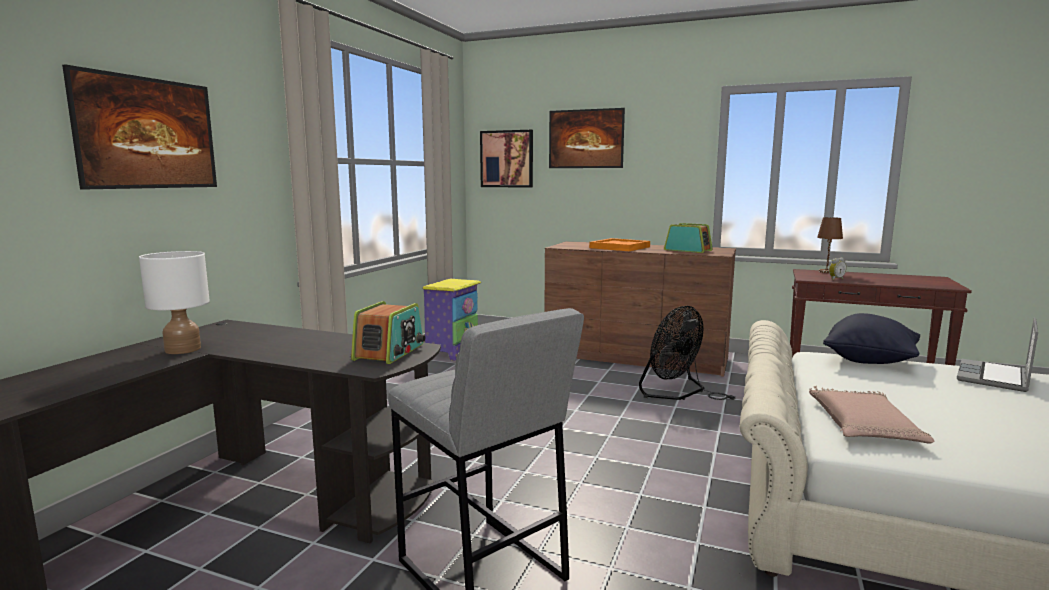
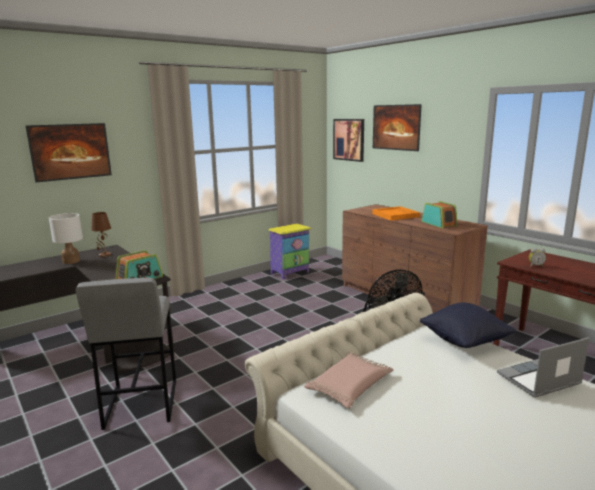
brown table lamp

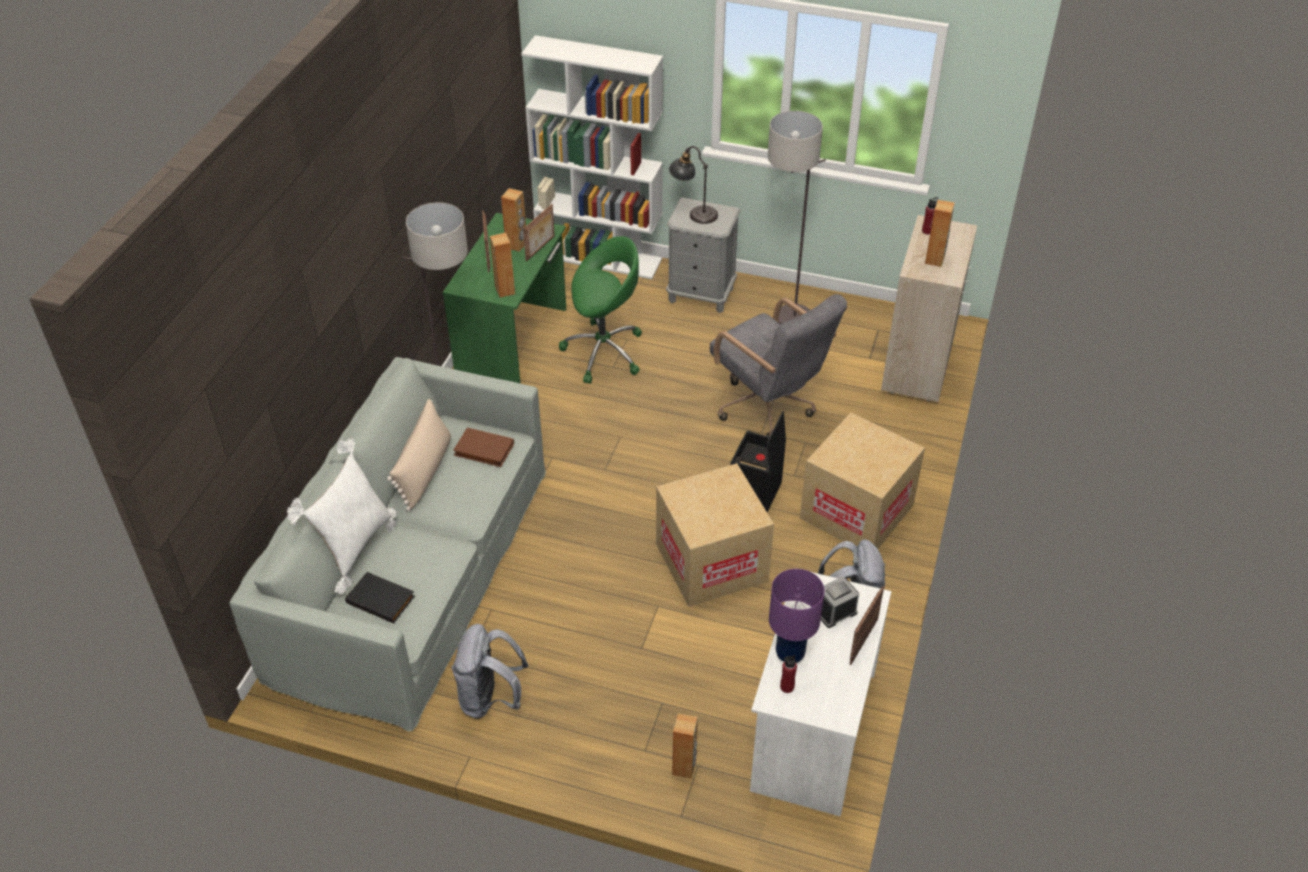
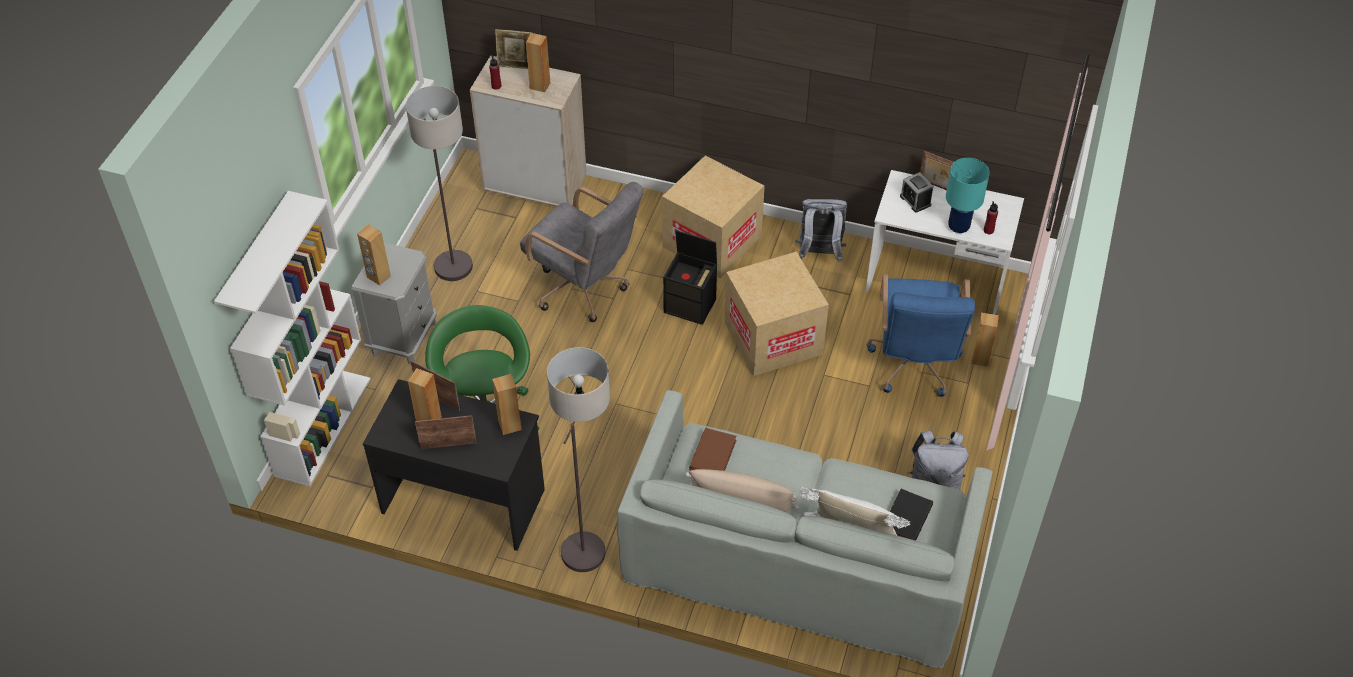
brown speaker (no. 1 from left)
black desk
grey office chair
turquoise table lamp
picture frame (no. 3 from left)
blue office chair

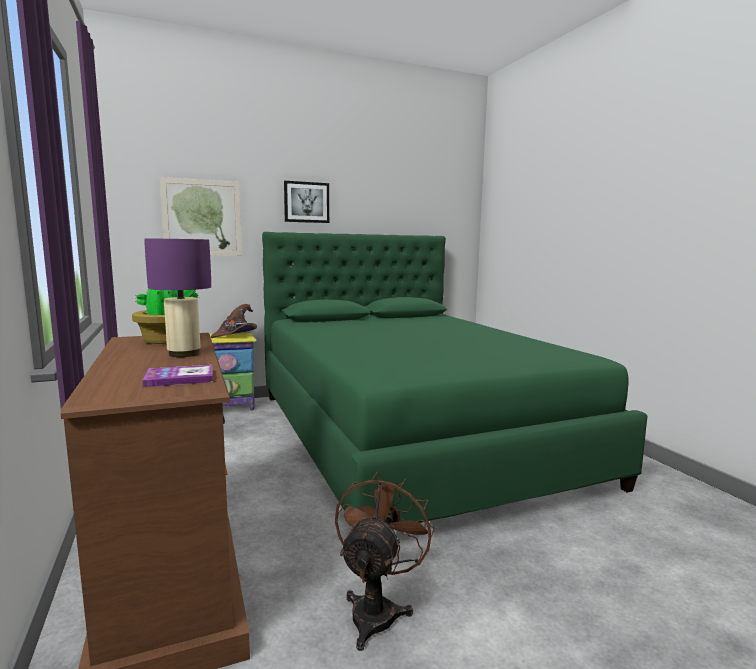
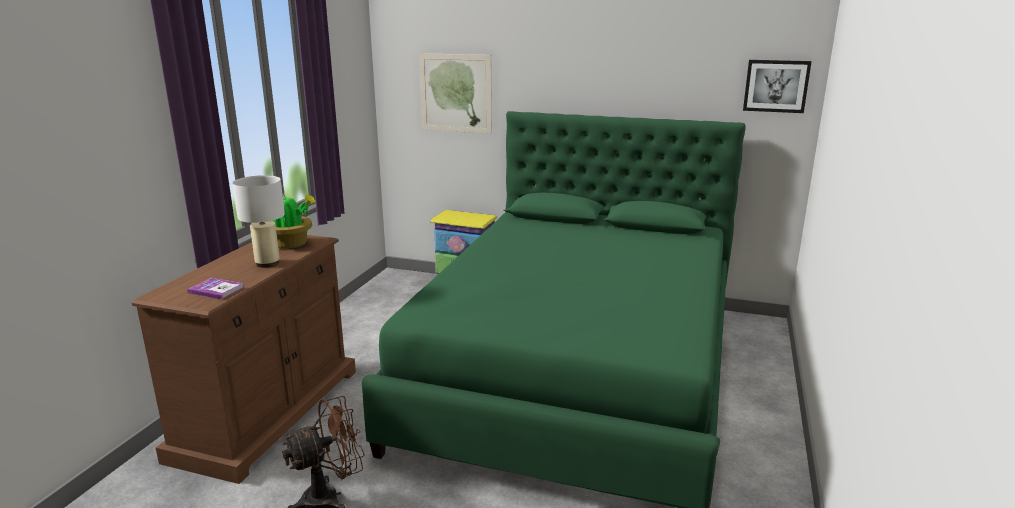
picture (no. 2 from left)
white table lamp
brown hat

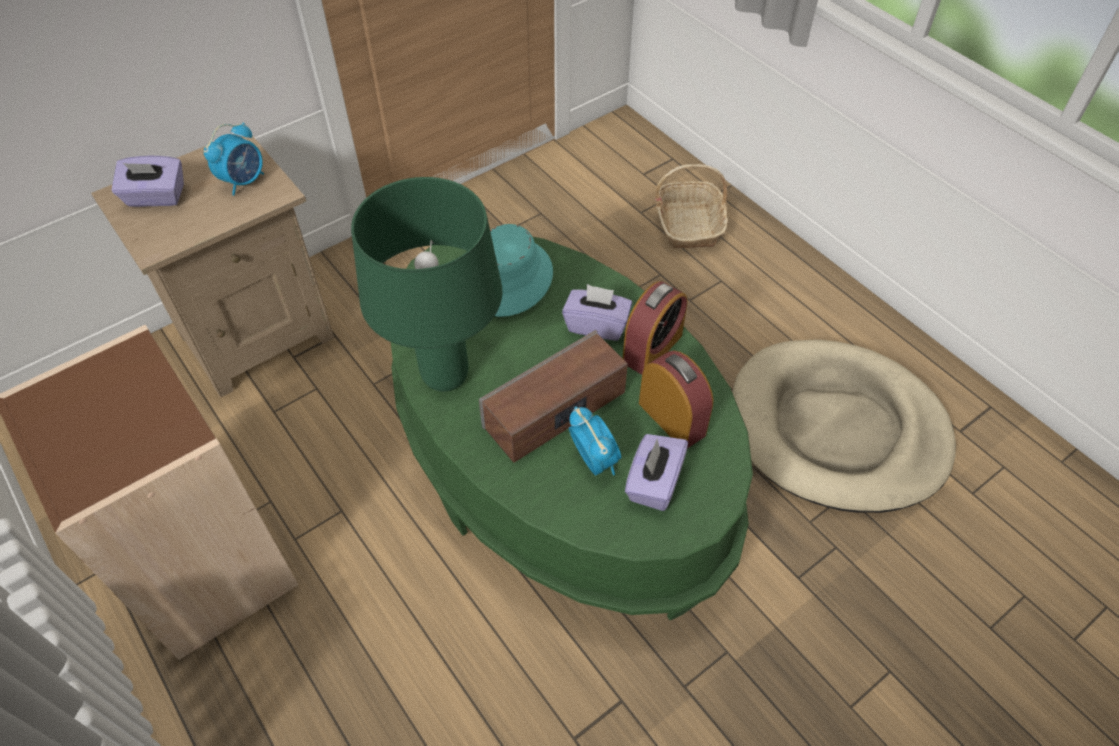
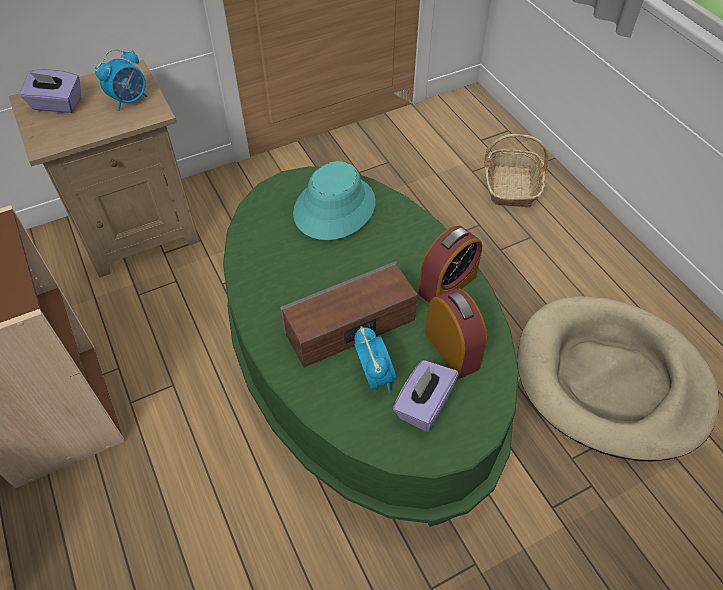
green table lamp
purple tissue box (no. 2 from left in the first image)

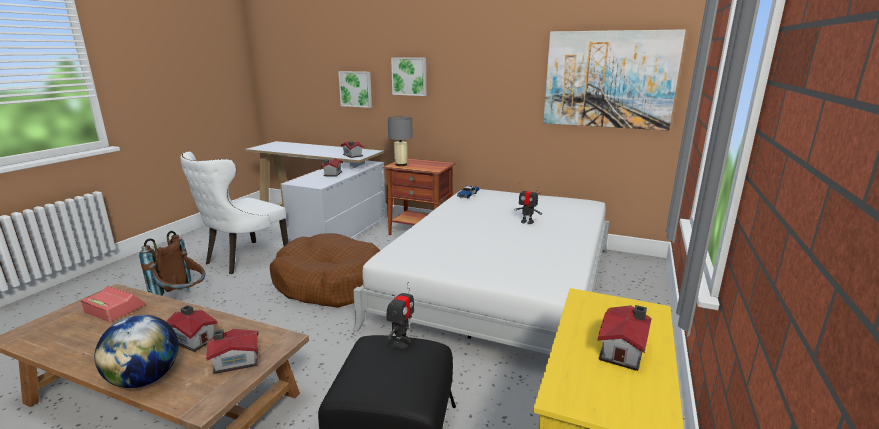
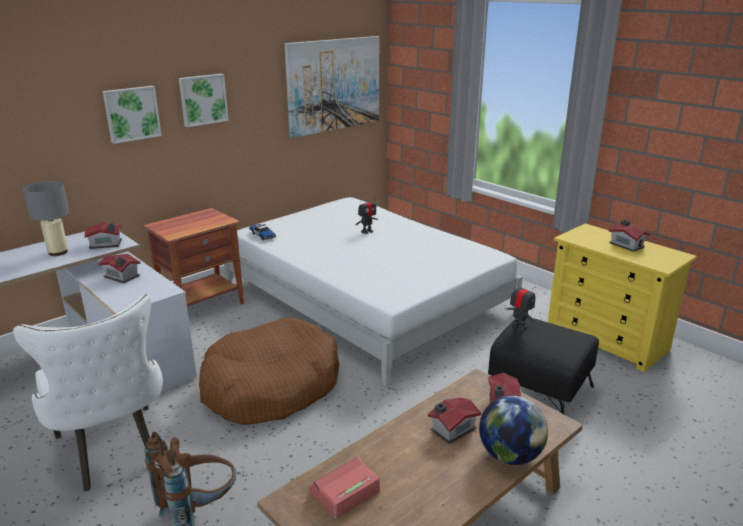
picture (no. 2 from left)
grey table lamp

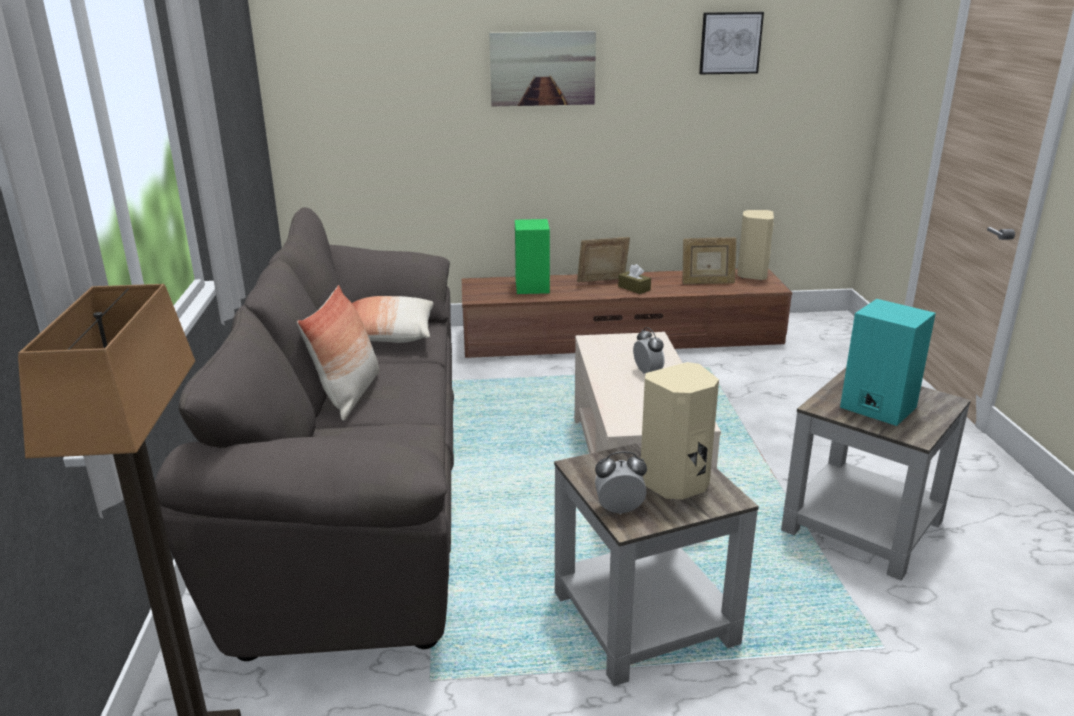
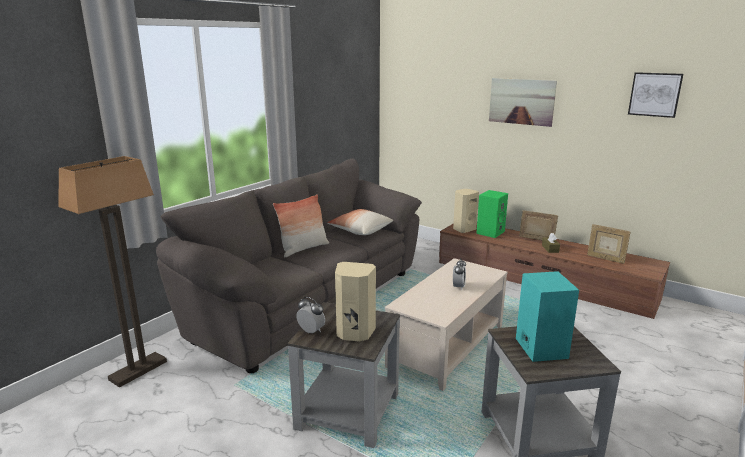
beige speaker (no. 2 from left)

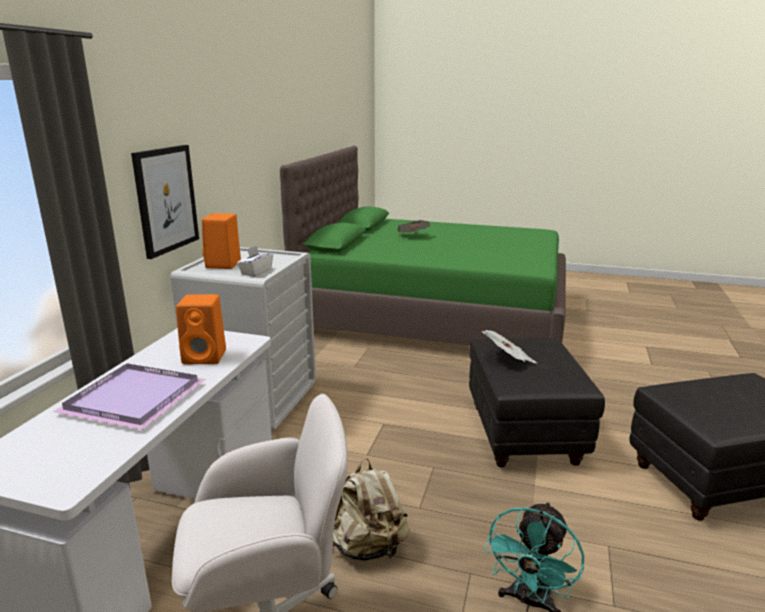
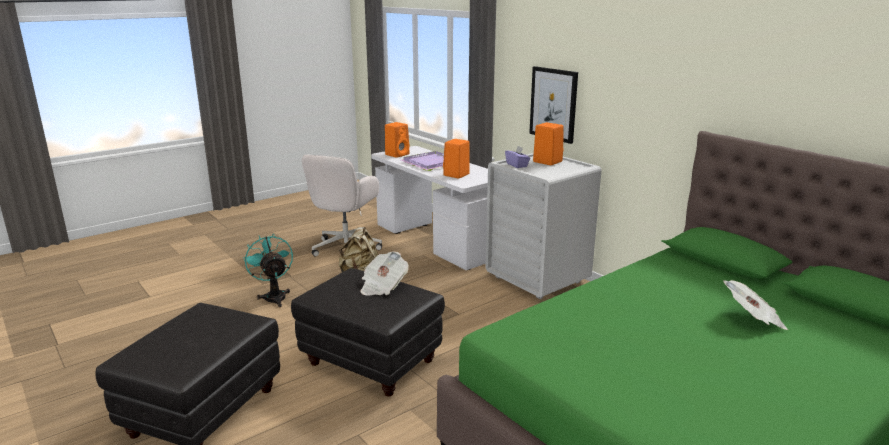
purple tissue box
orange speaker (no. 1 from left)

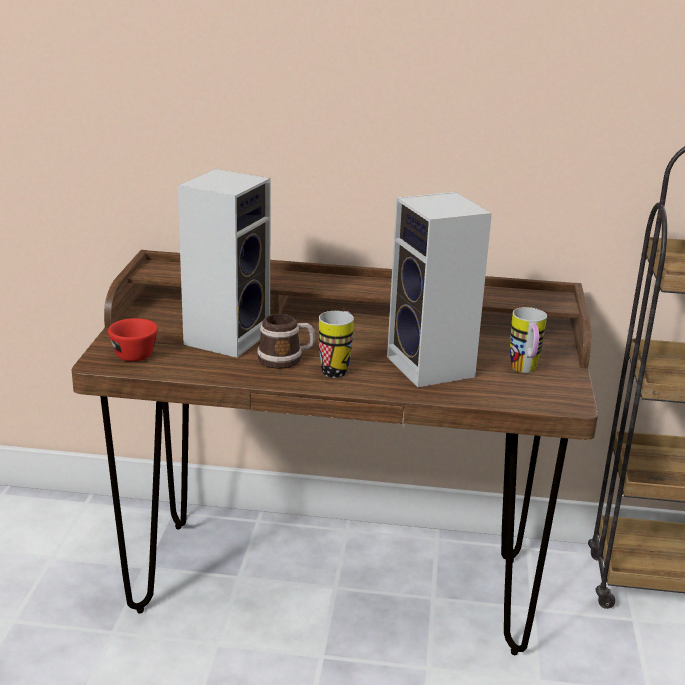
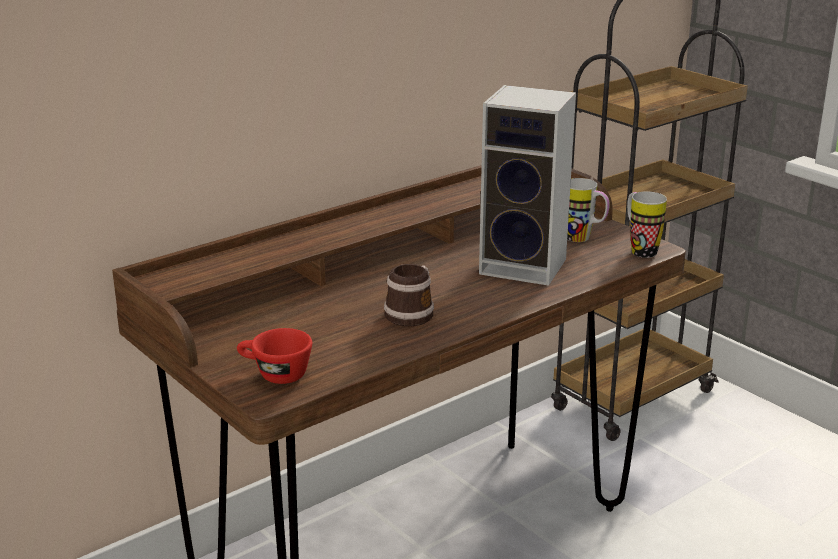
speaker (no. 1 from left in the first image)
mug (no. 3 from left)

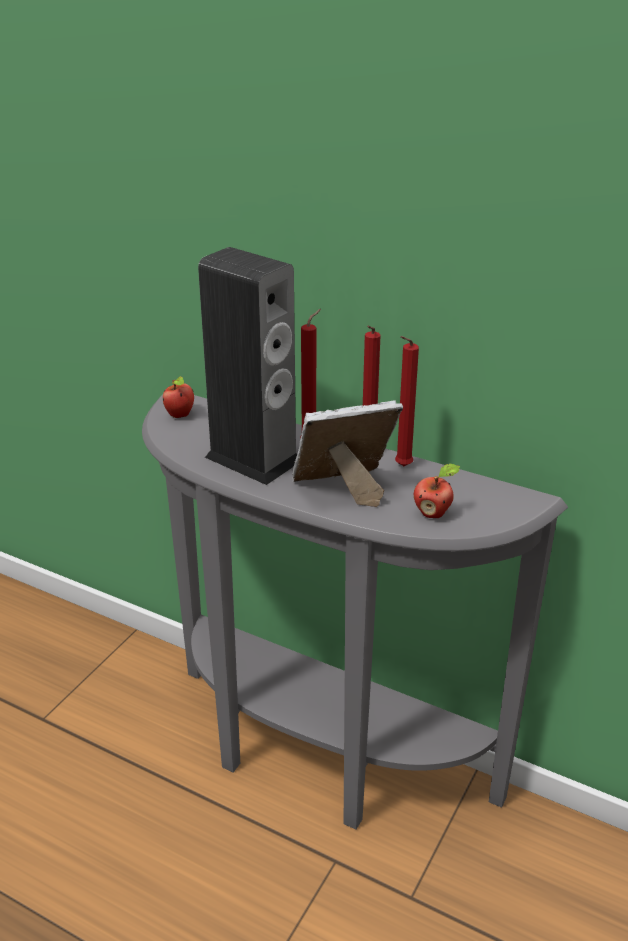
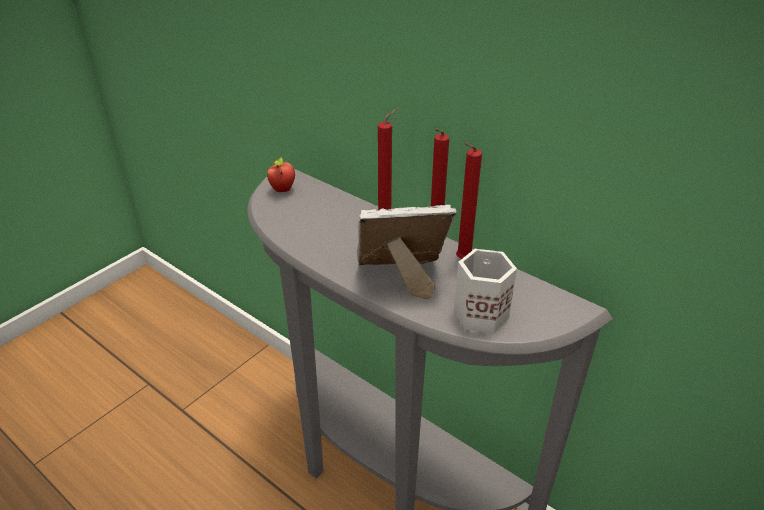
speaker
white mug

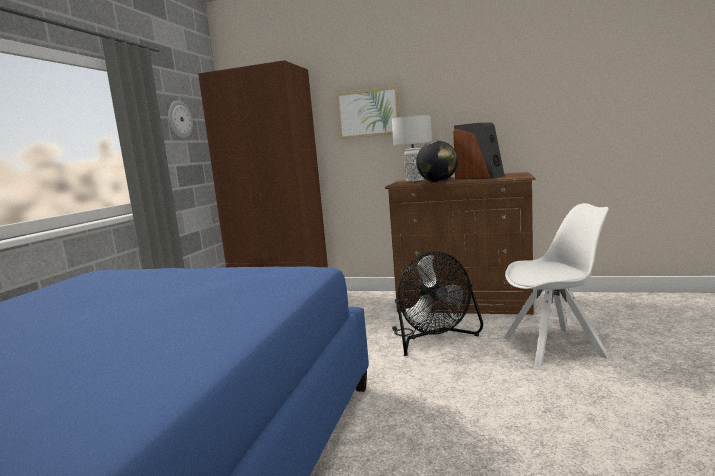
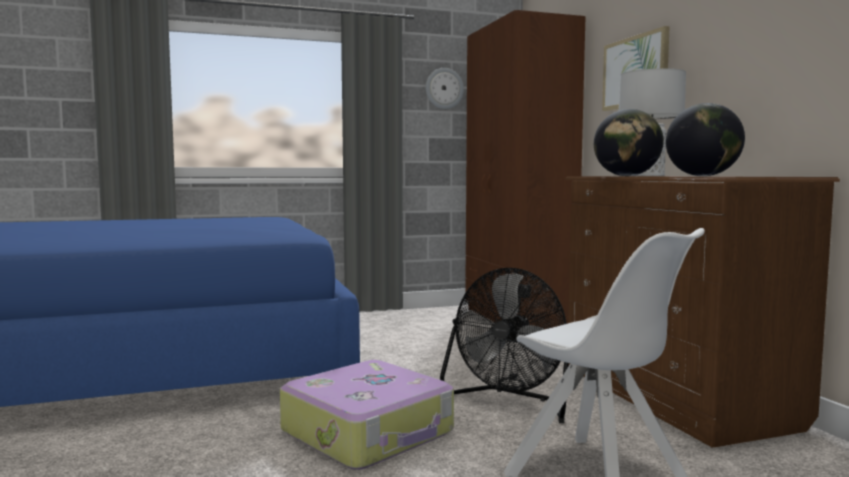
globe (no. 2 from left)
suitcase

